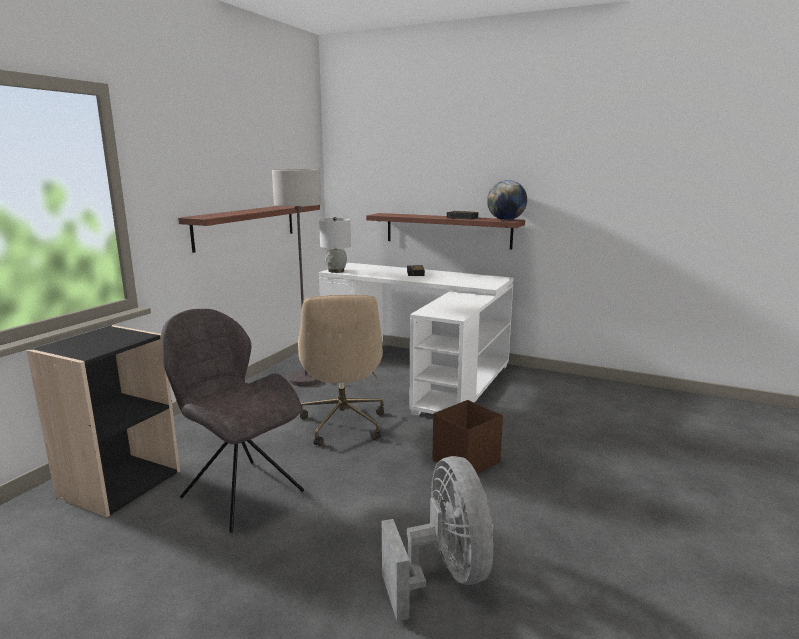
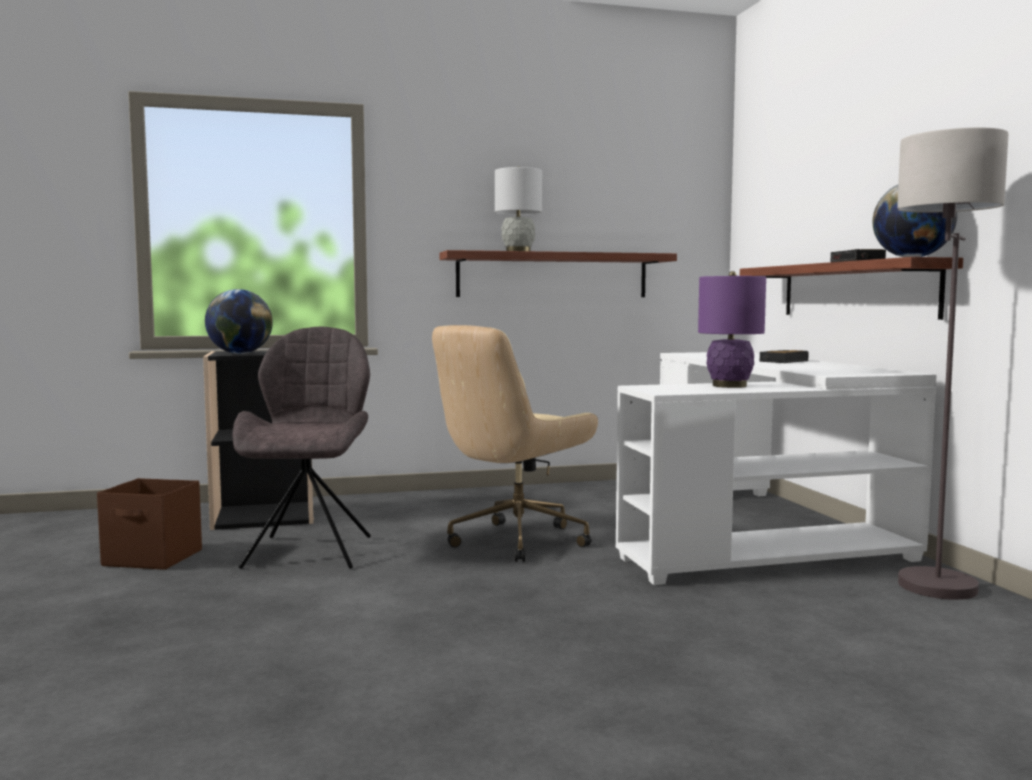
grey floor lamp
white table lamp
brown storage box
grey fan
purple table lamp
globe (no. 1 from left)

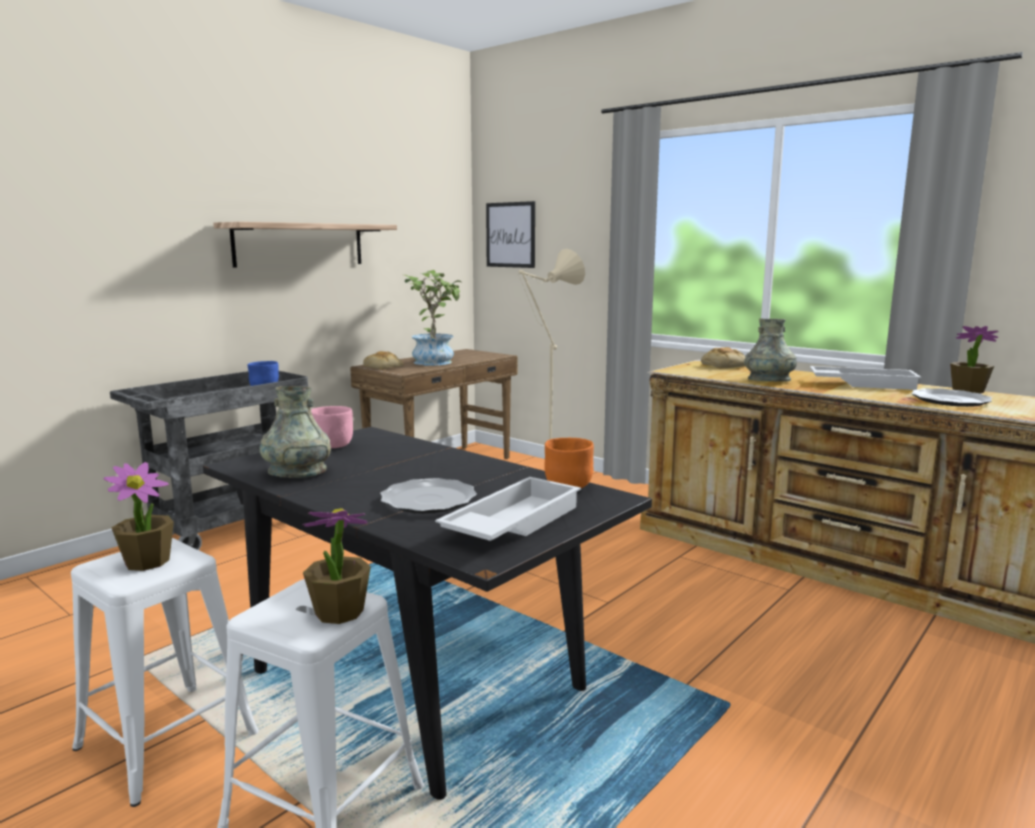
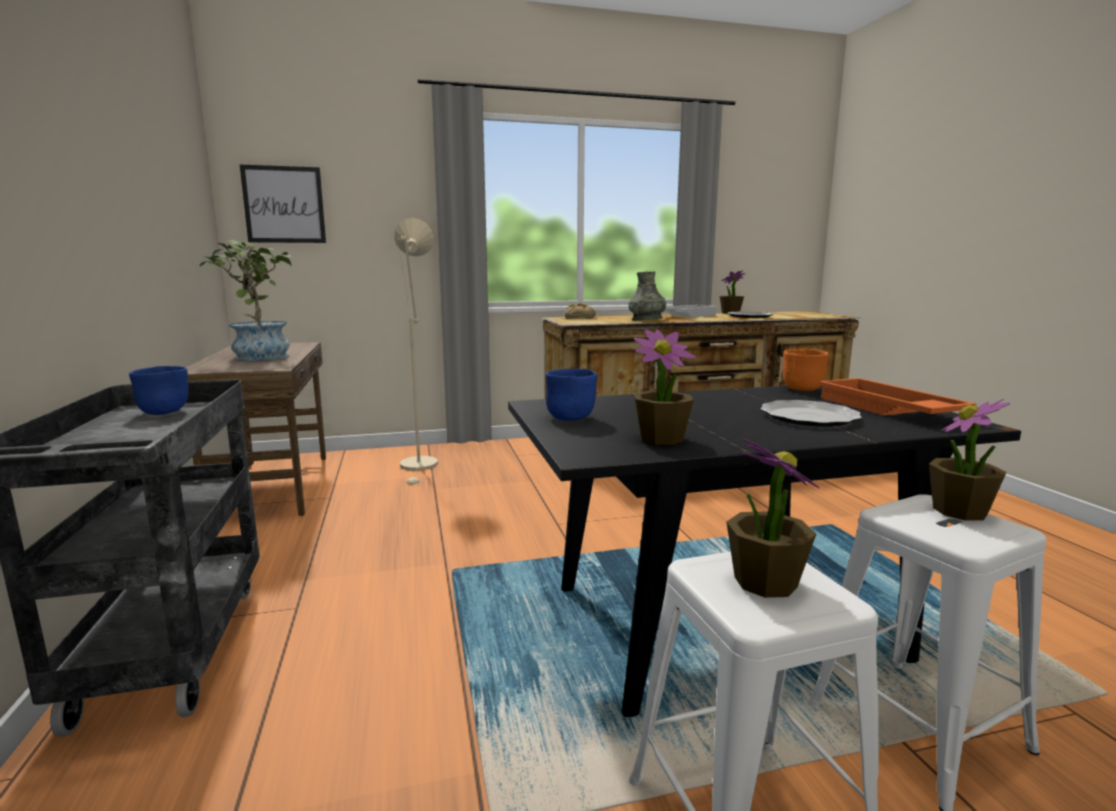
shelf
bread (no. 1 from left in the first image)
potted plant (no. 2 from left)
blue bowl (no. 2 from left)
orange tray

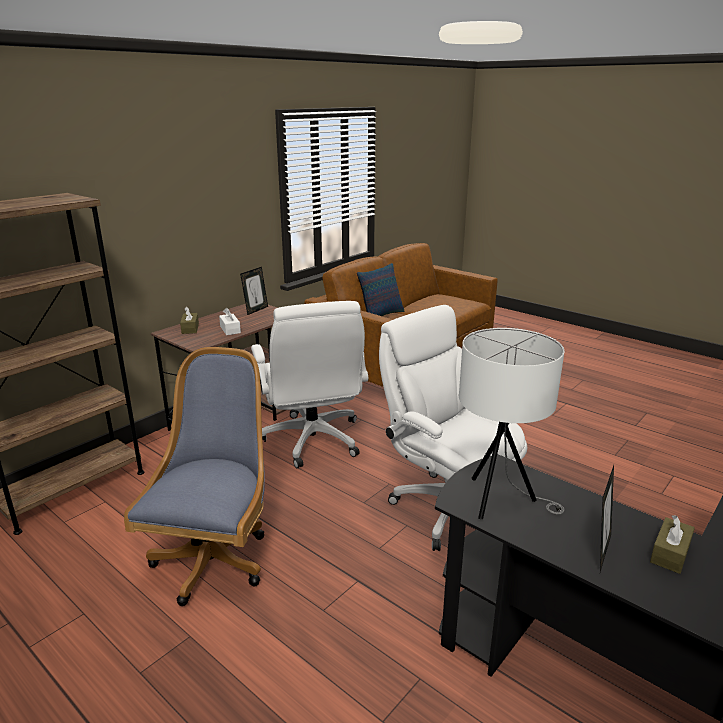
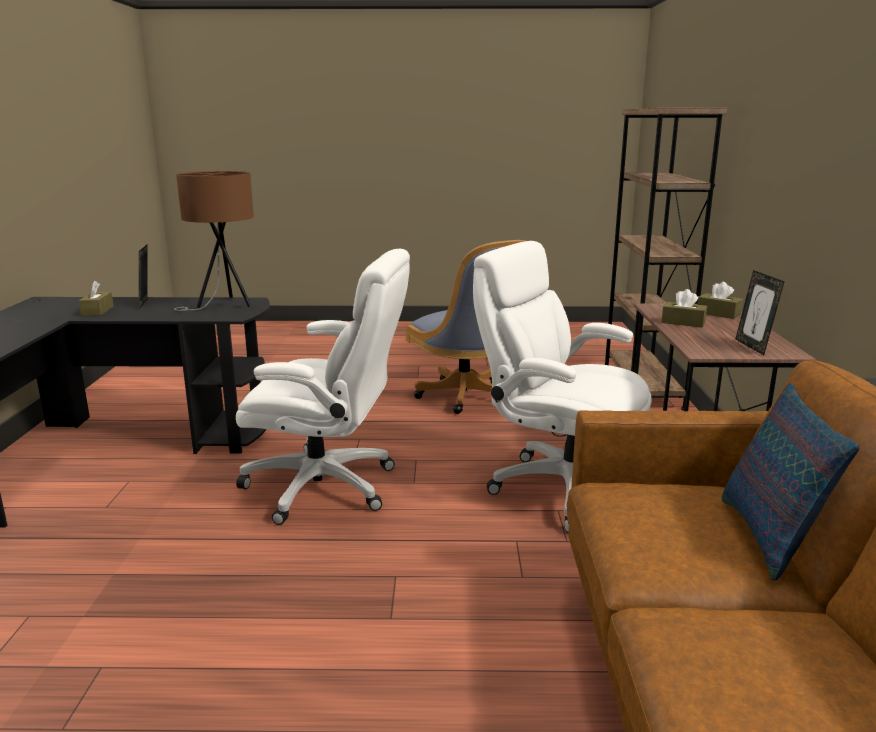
brown tissue box (no. 2 from left)
brown table lamp

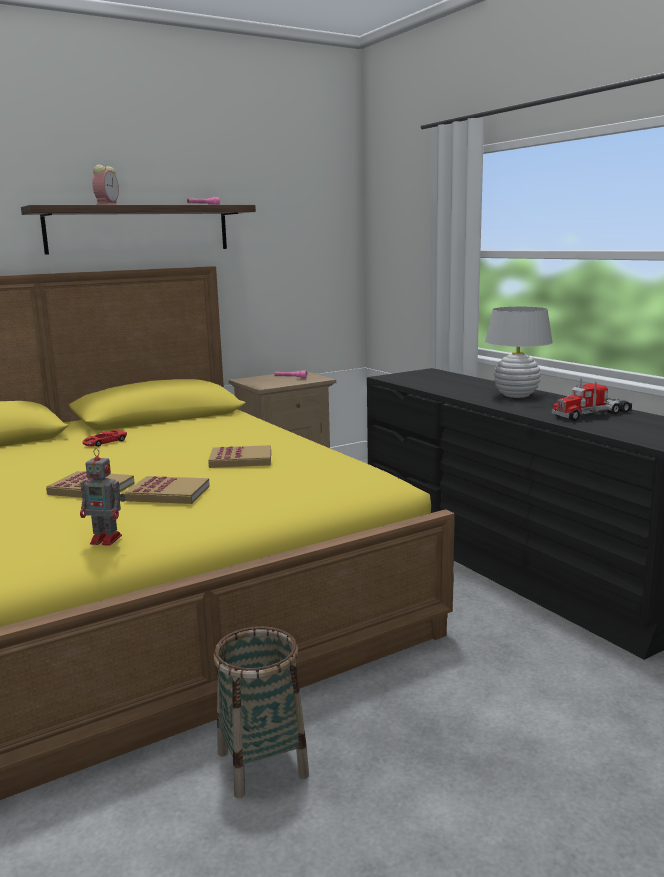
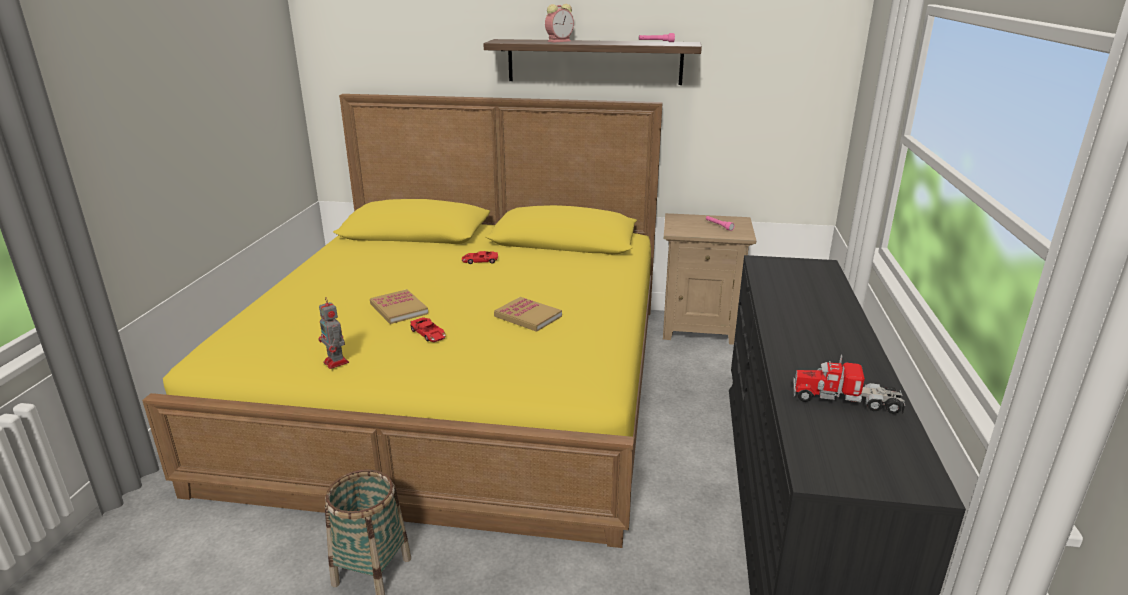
white table lamp
red toy car (no. 1 from left)

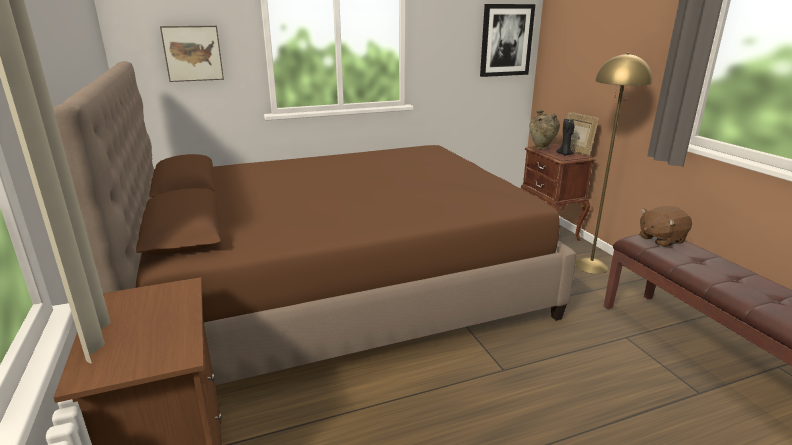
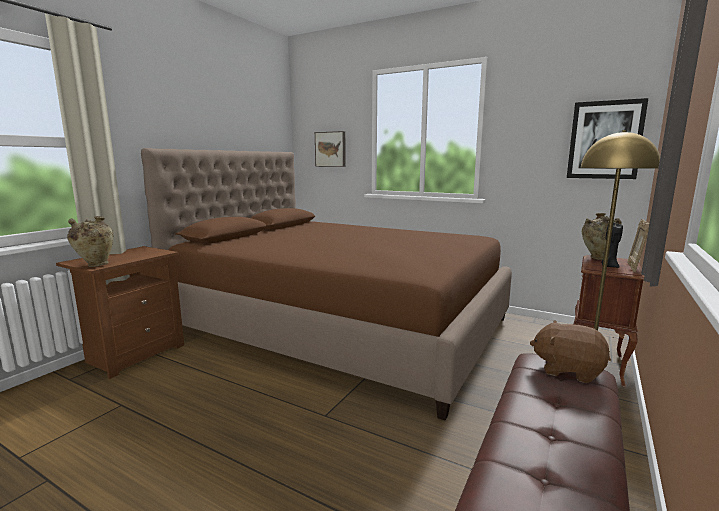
beige vase (no. 1 from left)

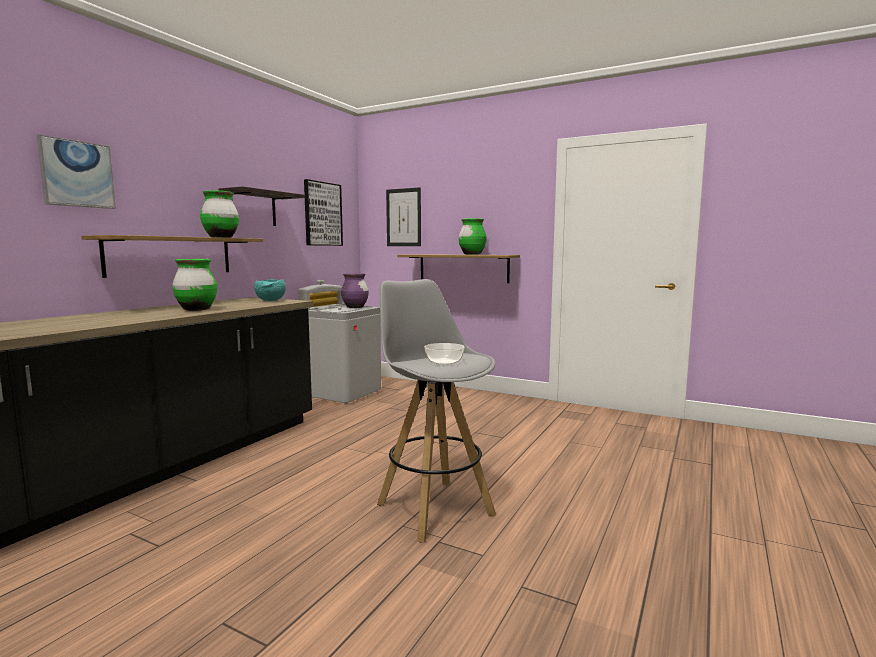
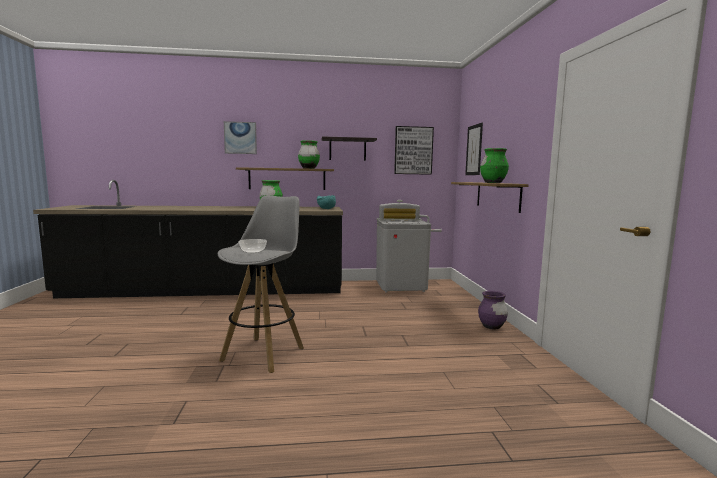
purple vase

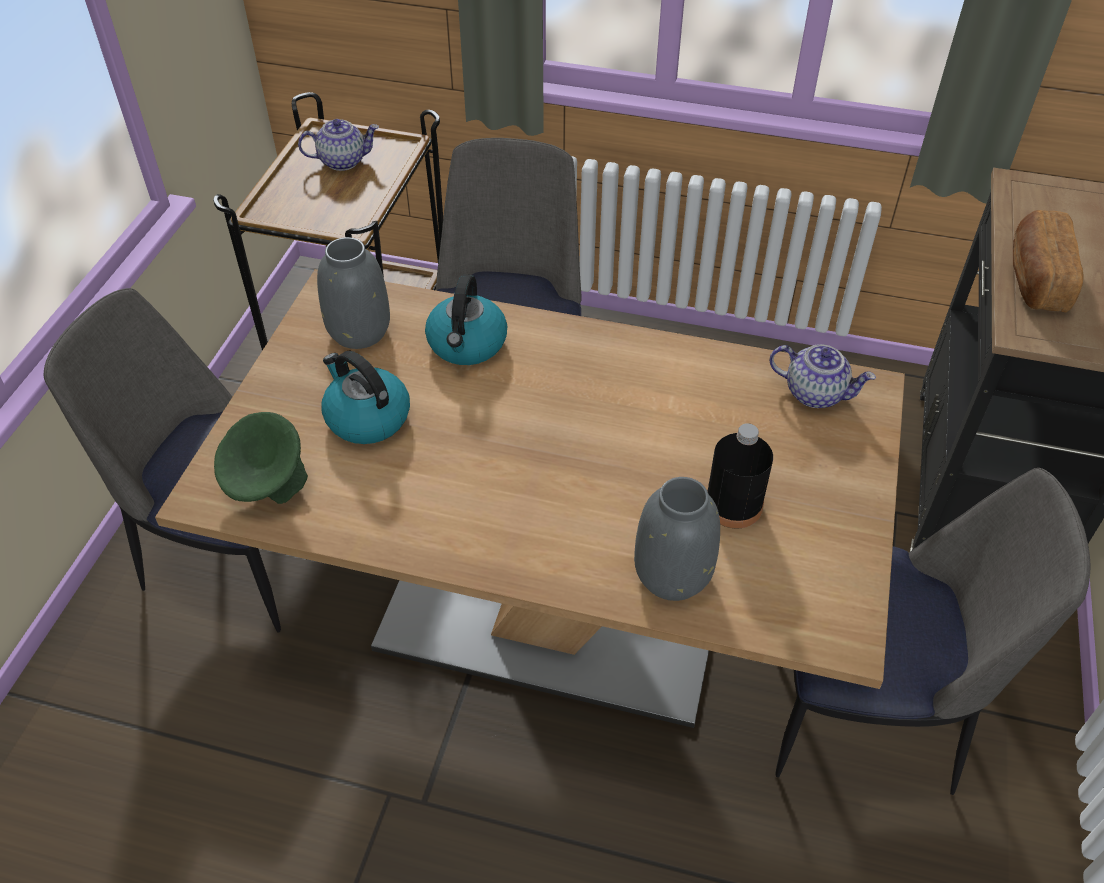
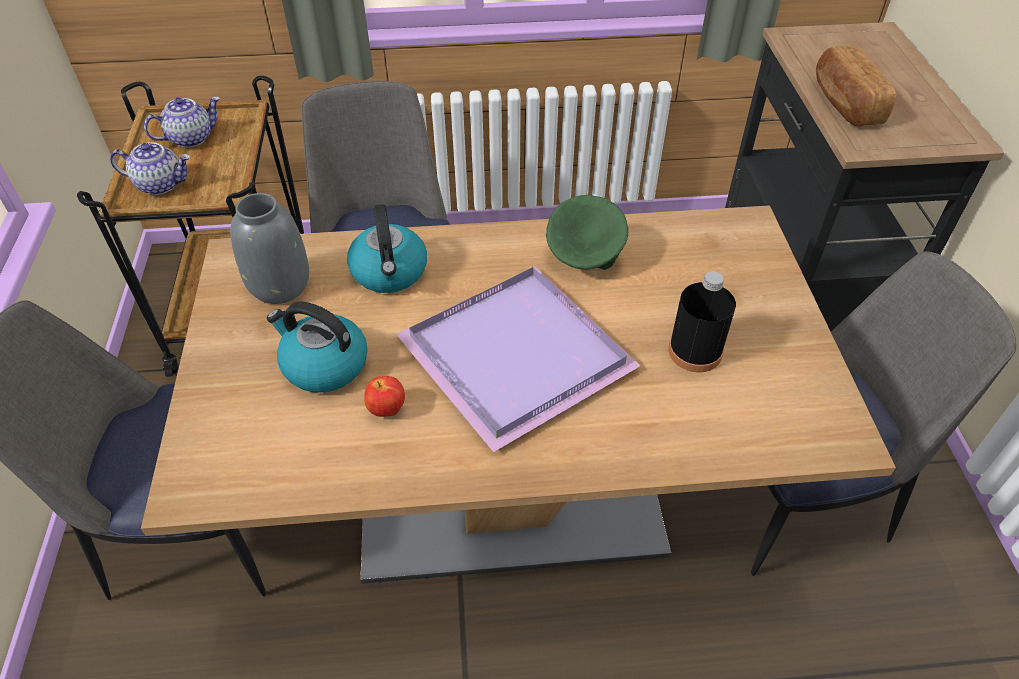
teapot (no. 1 from left)
green bowl
grey vase (no. 2 from left in the first image)
purple tray
apple

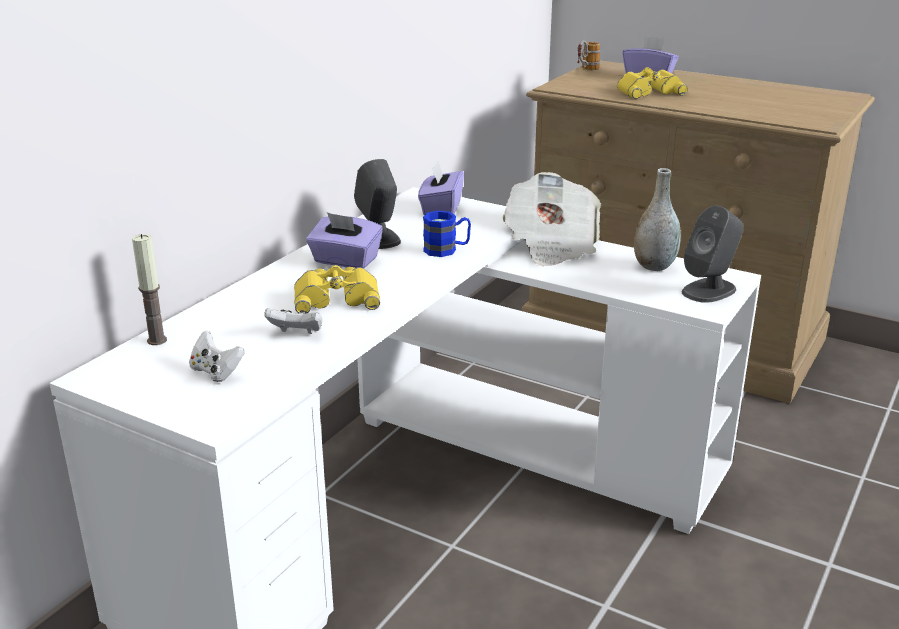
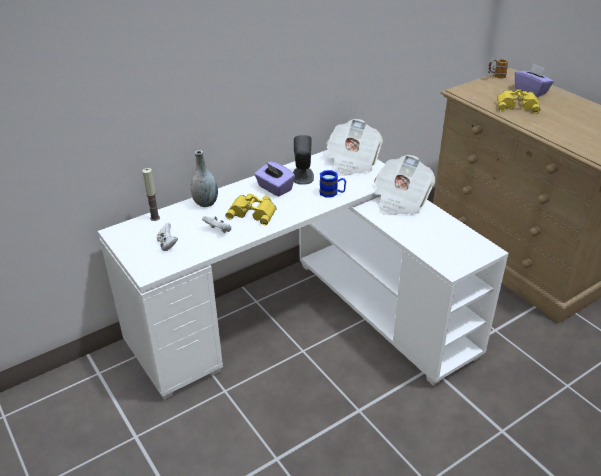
newspaper (no. 1 from left)
grey vase
grey speaker (no. 2 from left in the first image)

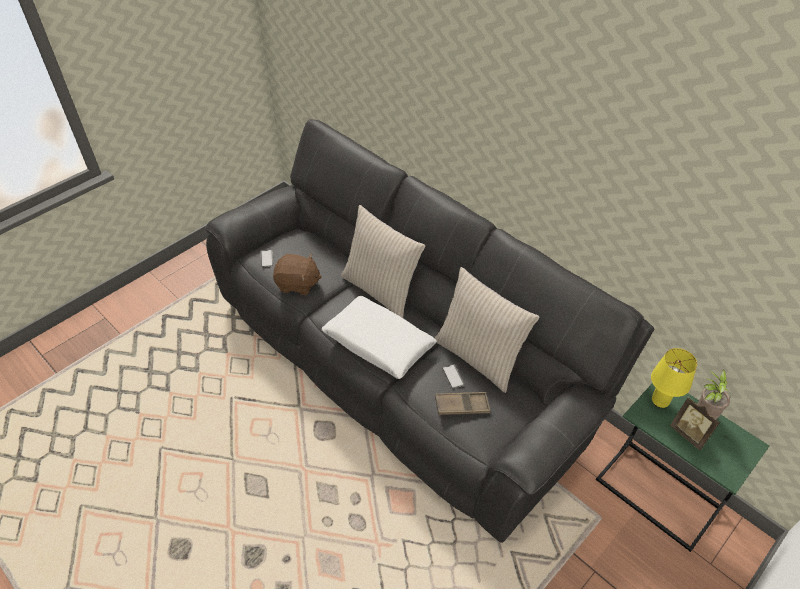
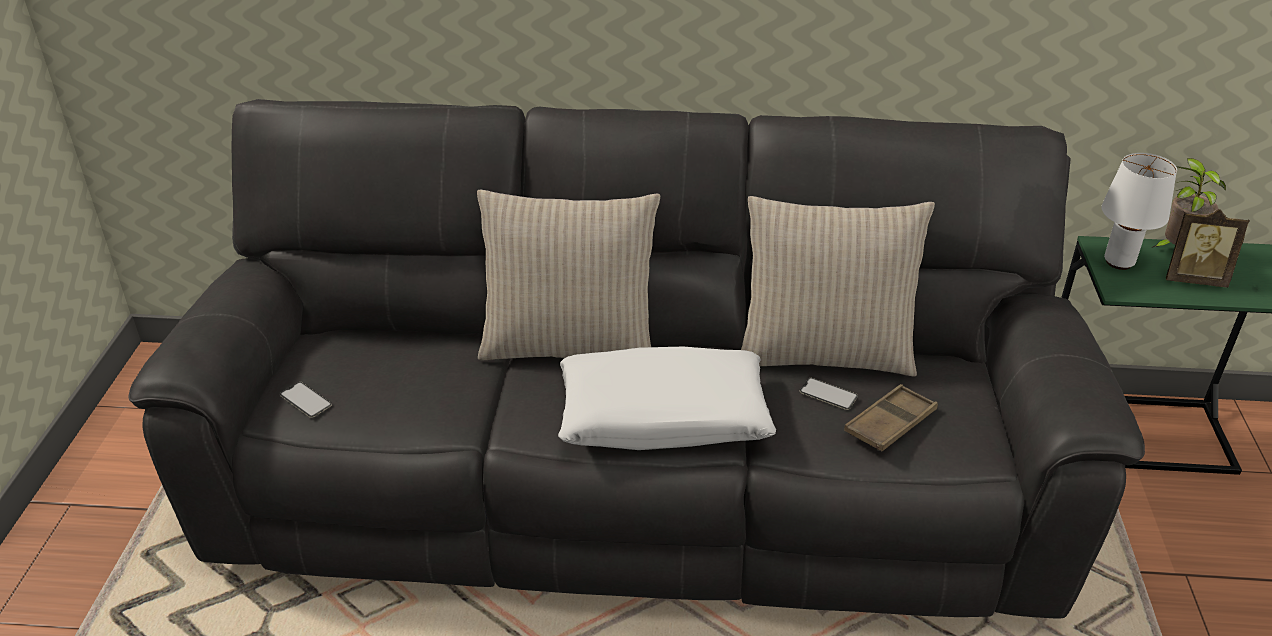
brown plush toy
white table lamp

